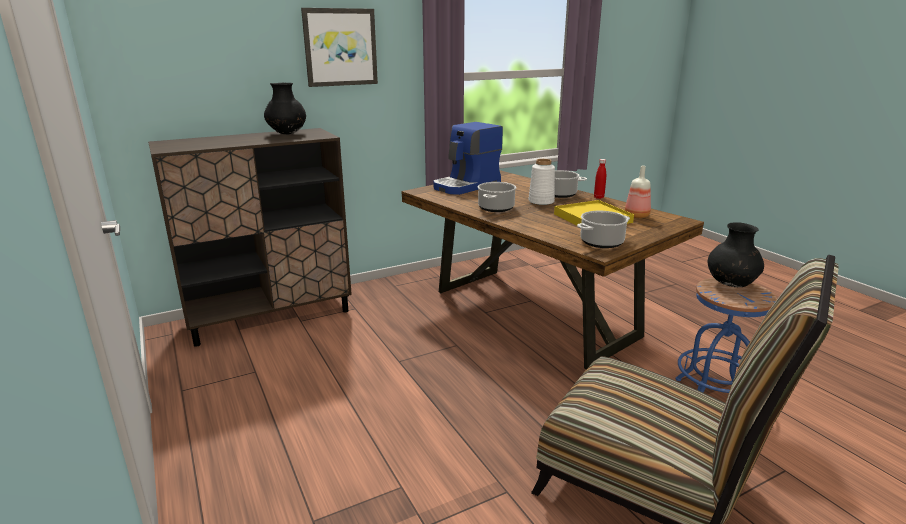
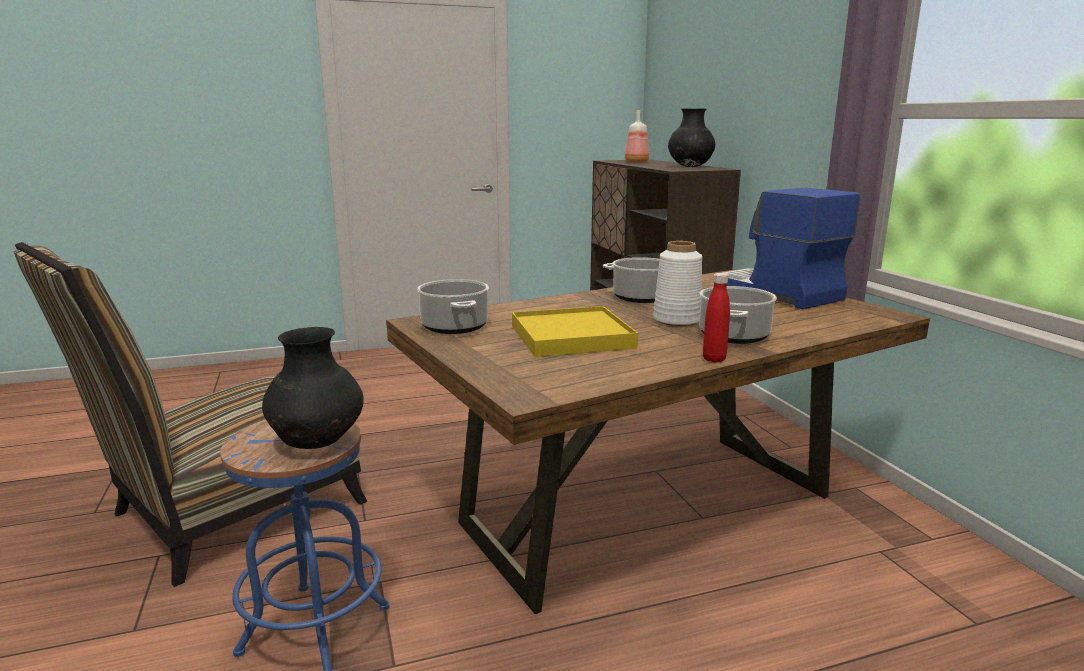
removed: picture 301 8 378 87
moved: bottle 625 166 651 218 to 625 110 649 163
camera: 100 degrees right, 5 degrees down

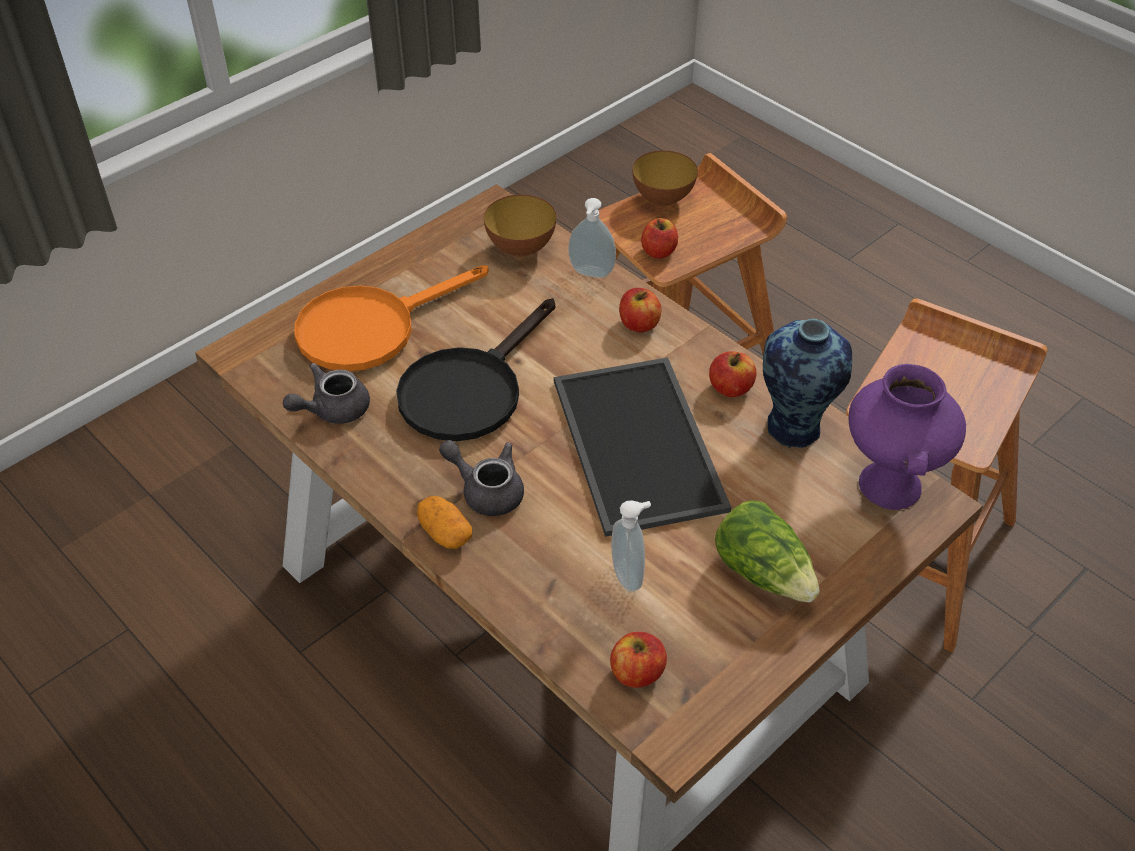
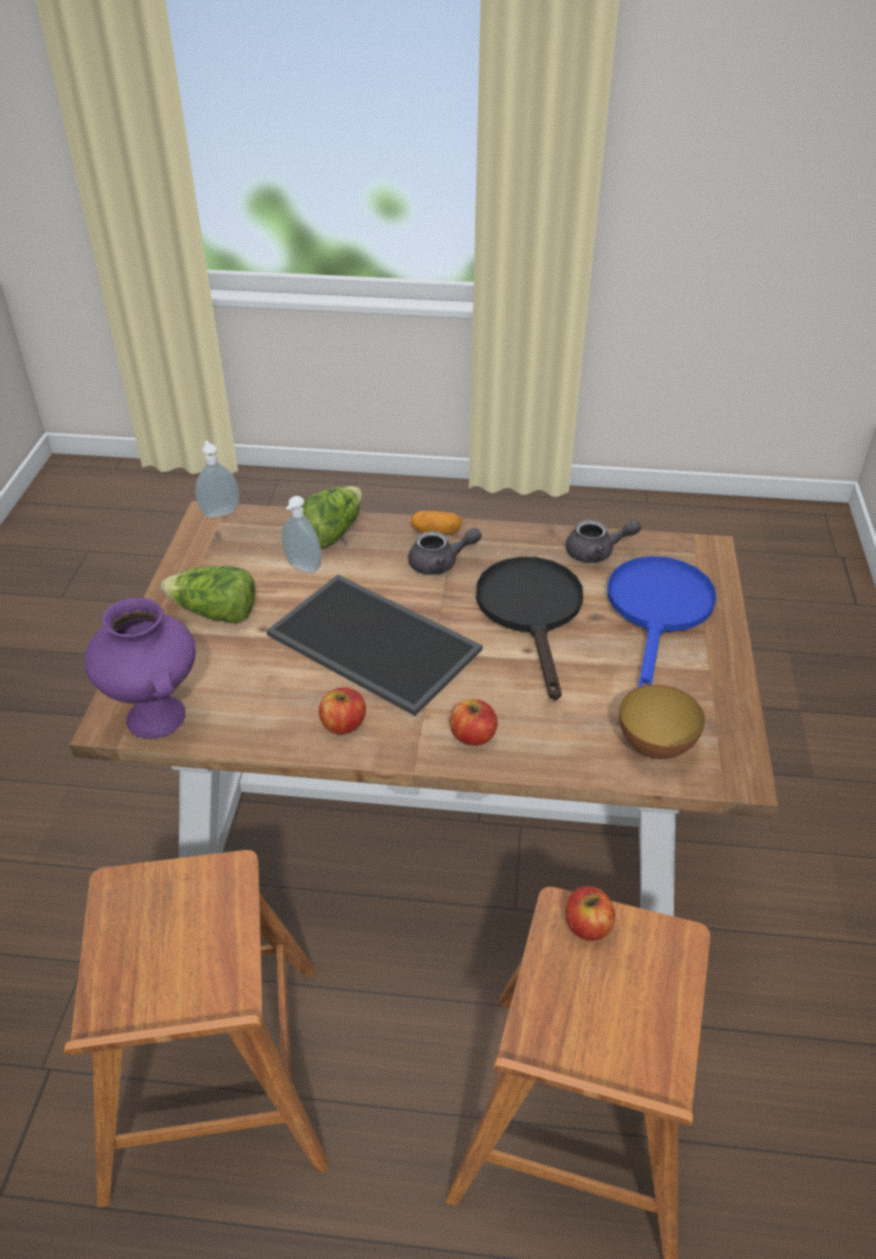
removed: apple 610 632 667 688; bowl 632 151 698 206; vase 763 319 852 448
added: lettuce 291 486 362 548
moved: soap dispenser 568 198 616 278 to 195 441 239 518
recoloured: orange frying pan 295 265 489 371 to blue frying pan 607 556 717 688
turned: grey teapot 283 363 370 424 = 566 520 641 563 75 degrees clockwise
camera: 140 degrees right, 5 degrees down

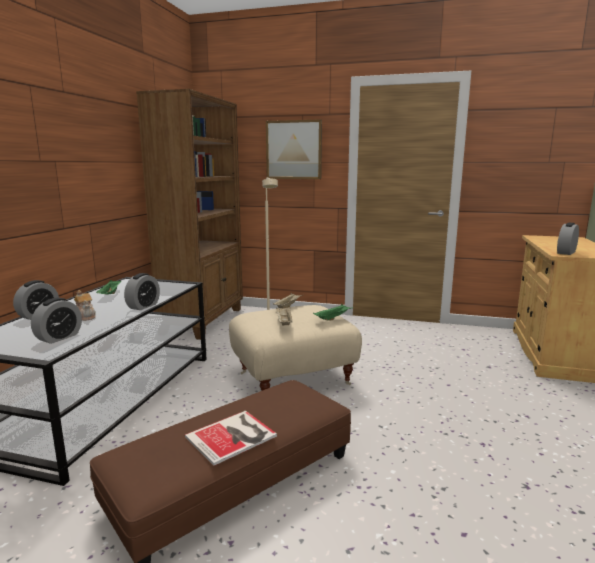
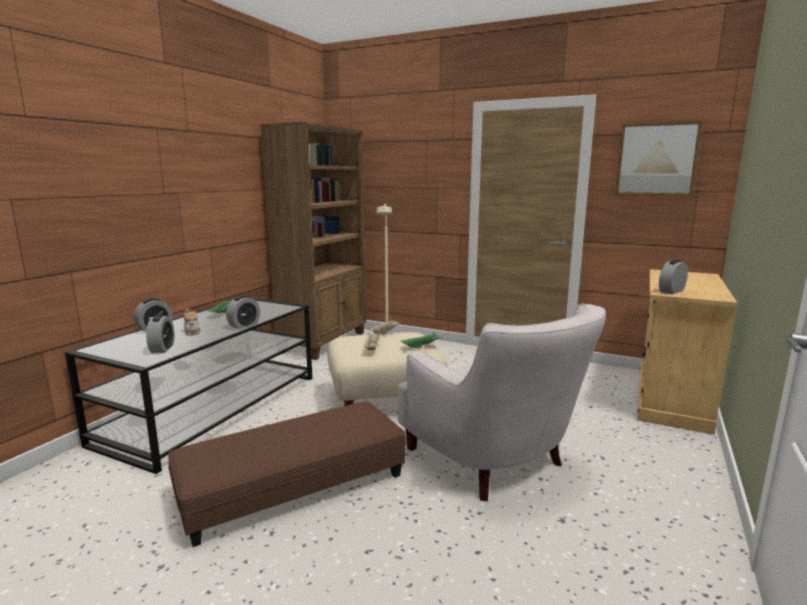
removed: book 185 411 277 466
added: white armchair 398 303 606 501
moved: picture 266 119 322 179 to 615 121 702 196
turned: alarm clock 31 298 82 344 = 146 315 175 353 45 degrees counterclockwise
camera: 10 degrees right, 0 degrees up

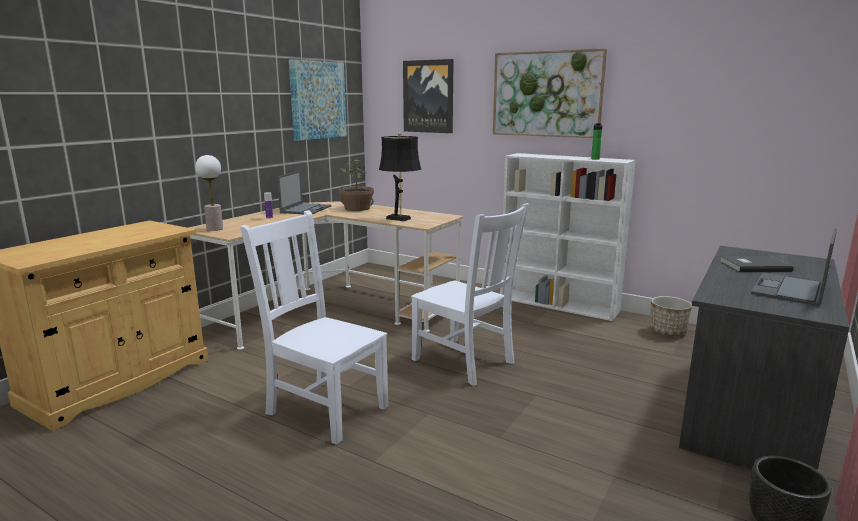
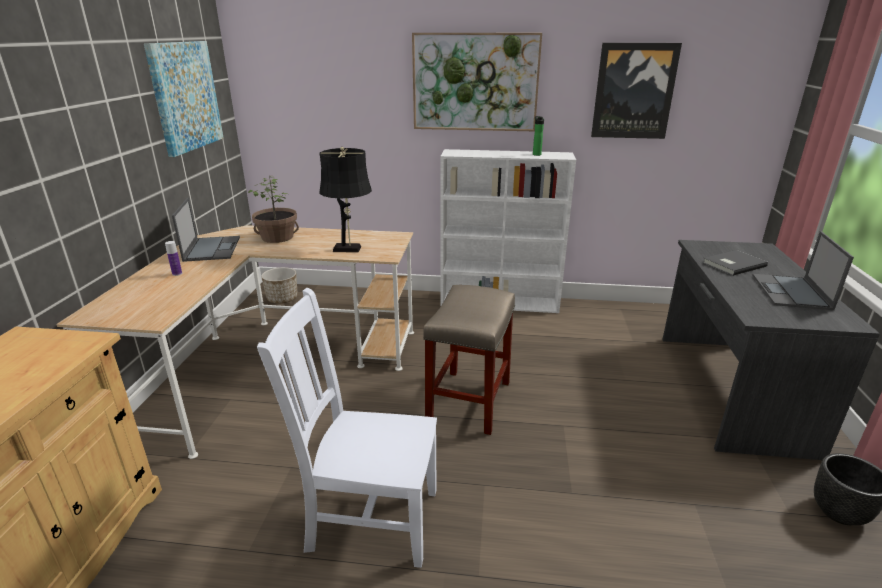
removed: table lamp 195 155 223 231
moved: picture 403 59 454 133 to 591 43 682 139; planter 650 296 692 336 to 261 267 298 304
replaced: white chair 411 203 529 386 to beige stool 423 285 515 435
camera: 25 degrees left, 10 degrees up

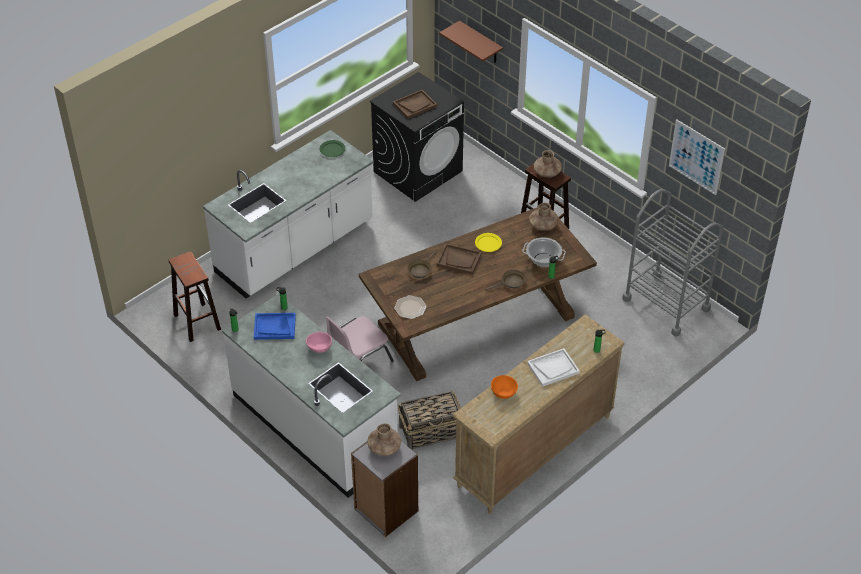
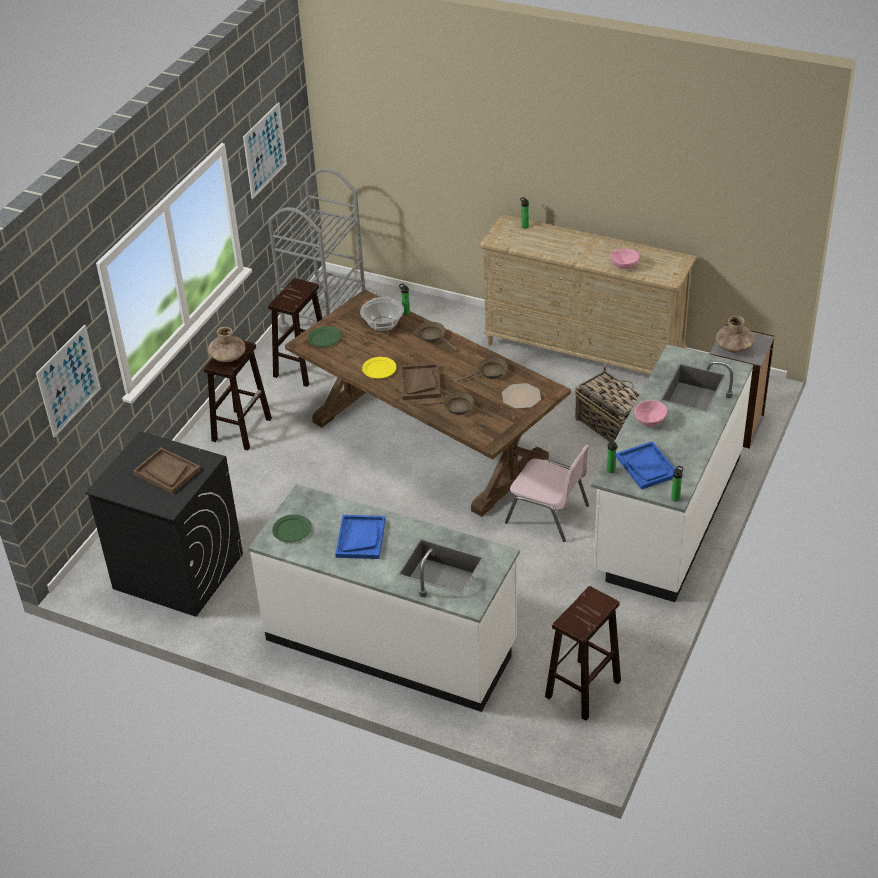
removed: white tray 527 348 580 387
added: brown stool 268 278 323 387; blue tray 335 515 385 559; brown frying pan 457 357 508 382
replaced: brown shelf 439 21 503 63 to picture 36 325 101 438; brown vase 529 202 558 231 to green plate 308 326 341 347
recoloured: orange bowl 491 375 518 399 to pink bowl 610 249 640 269
camera: 110 degrees left, 5 degrees down

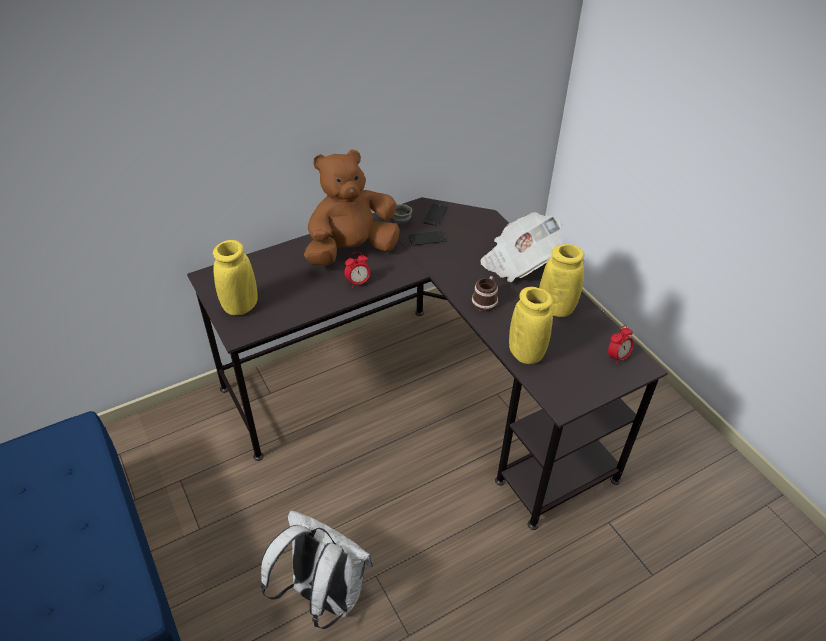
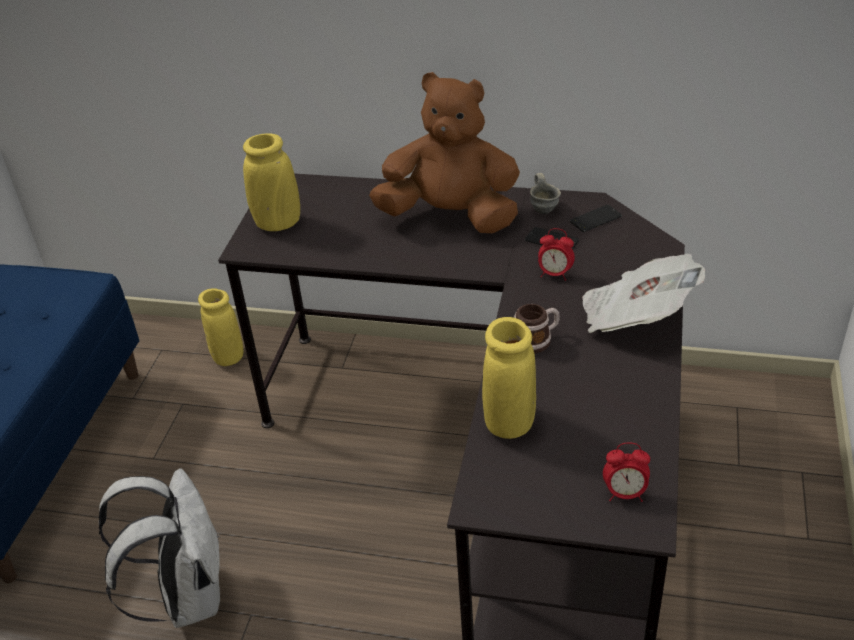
moved: alarm clock 344 252 370 288 to 538 228 575 281; yellow vase 539 244 584 317 to 198 288 243 366
camera: 45 degrees right, 5 degrees down

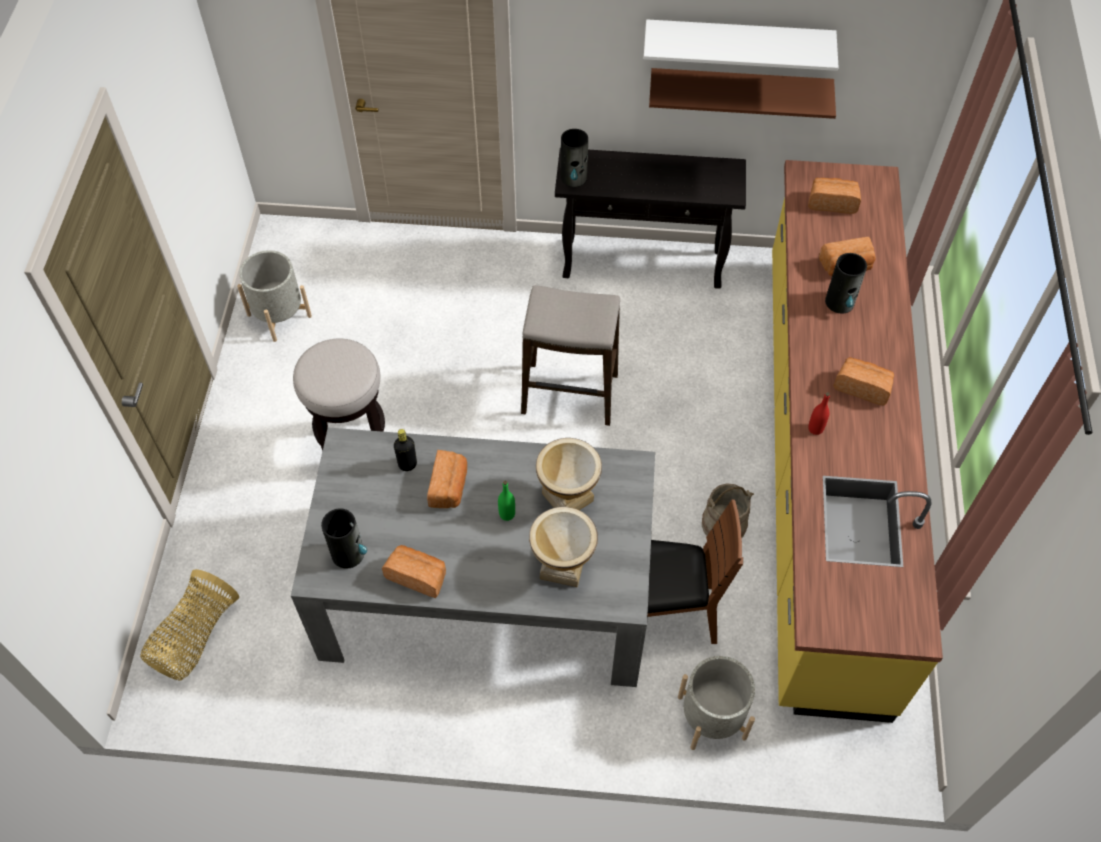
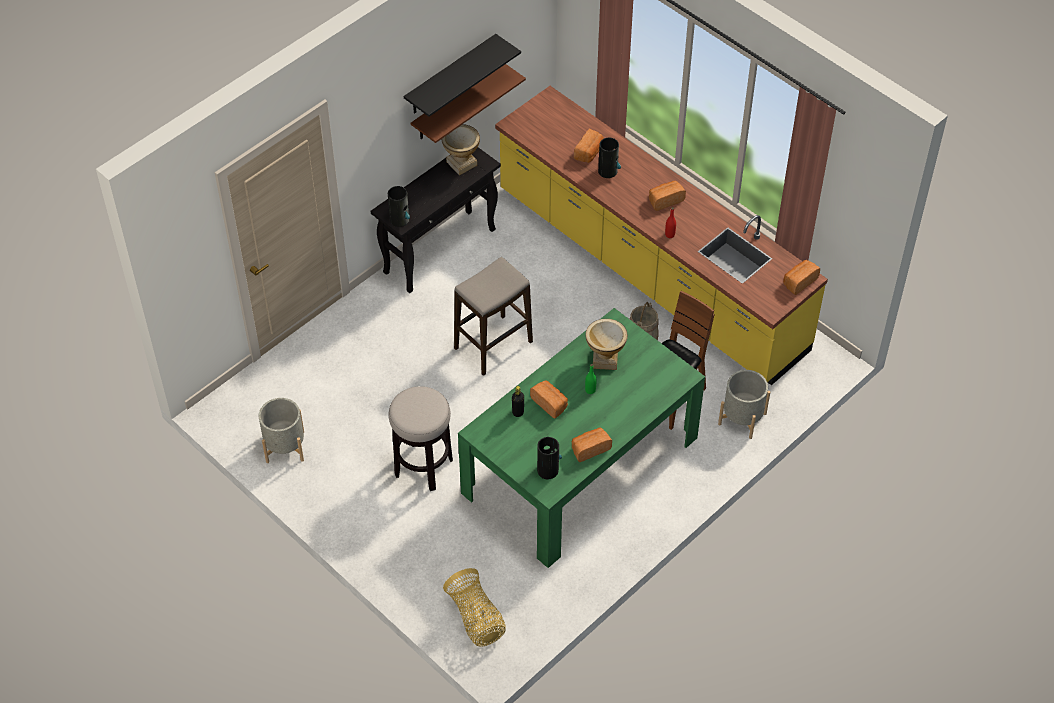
moved: vase 529 507 598 587 to 442 124 480 175; bread 808 178 861 214 to 783 260 820 295
recoloured: grey dining table 291 428 655 687 to green dining table 458 308 705 568; white shelf 643 19 839 71 to black shelf 404 34 521 117
camera: 50 degrees left, 5 degrees down

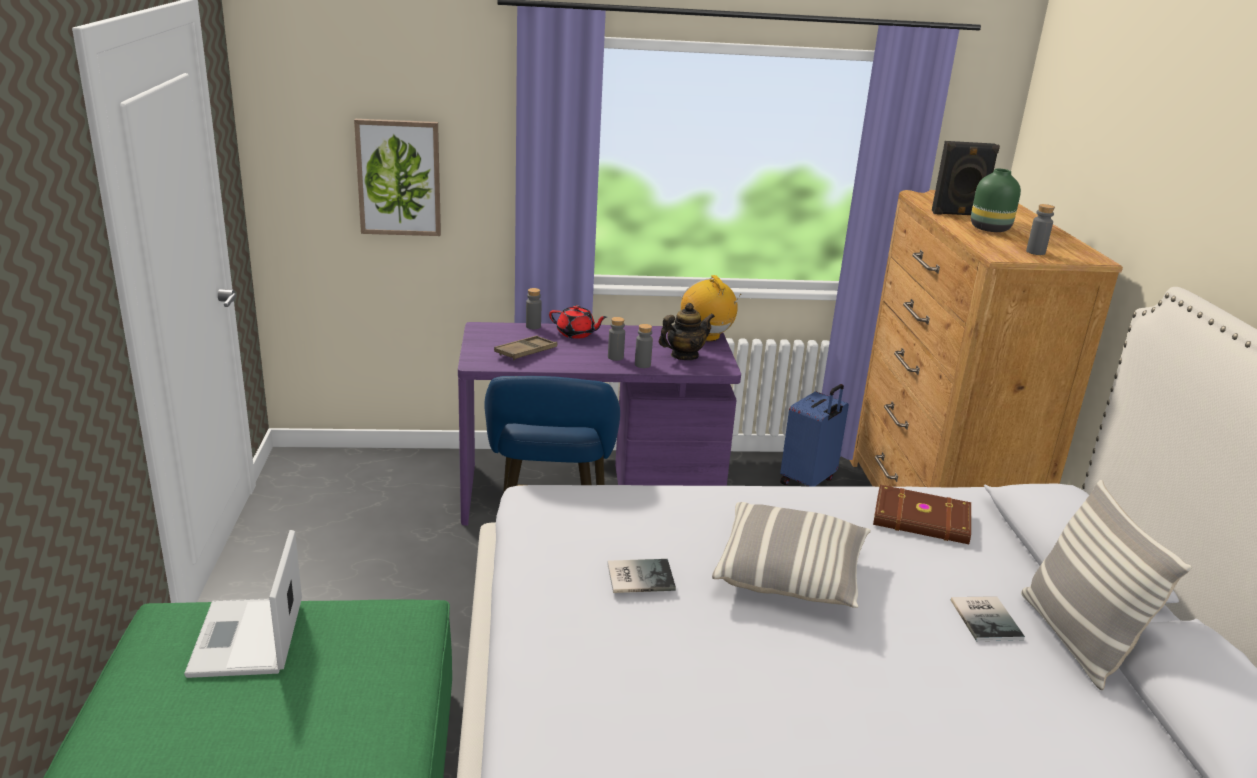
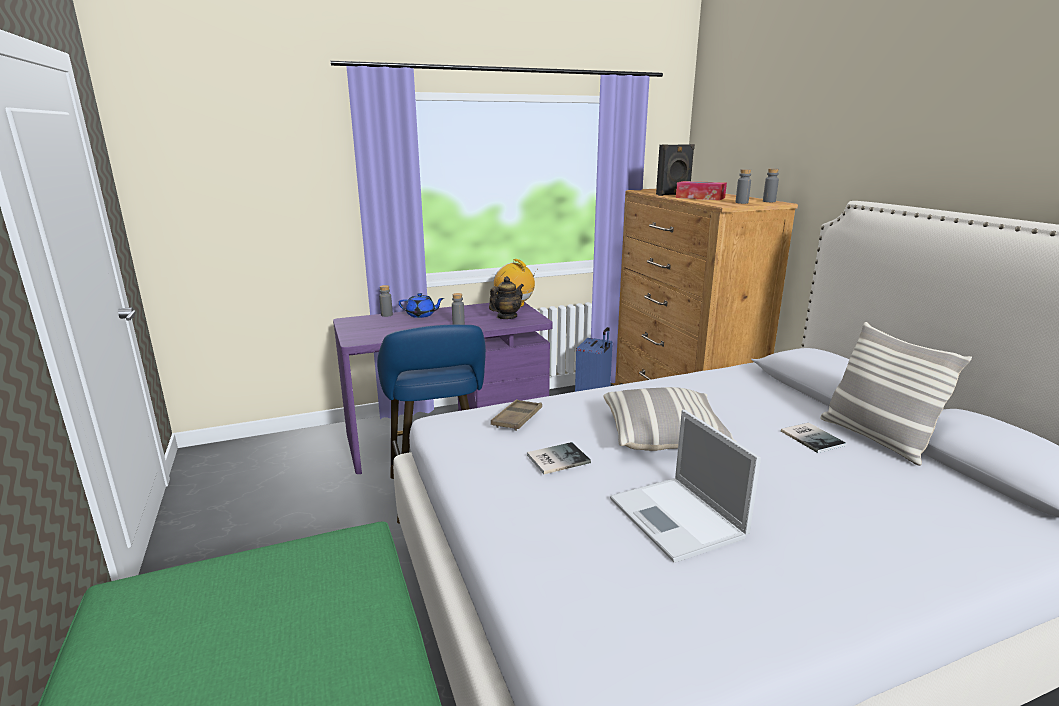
removed: picture 354 119 441 236; brown book 873 485 971 544
moved: laptop 184 530 302 678 to 610 410 761 563; brown tray 494 335 557 360 to 491 399 542 431; grey bottle 635 324 653 368 to 763 168 779 202
replaced: green vase 971 169 1021 232 to tissue box 676 181 727 200
recoloured: red teapot 549 305 607 339 to blue teapot 398 293 444 318
camera: 15 degrees left, 5 degrees down

